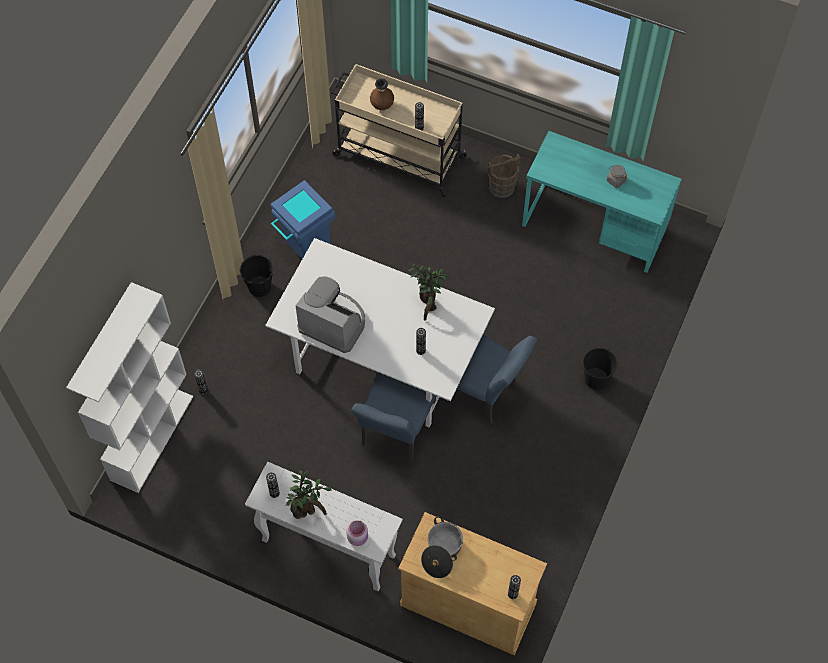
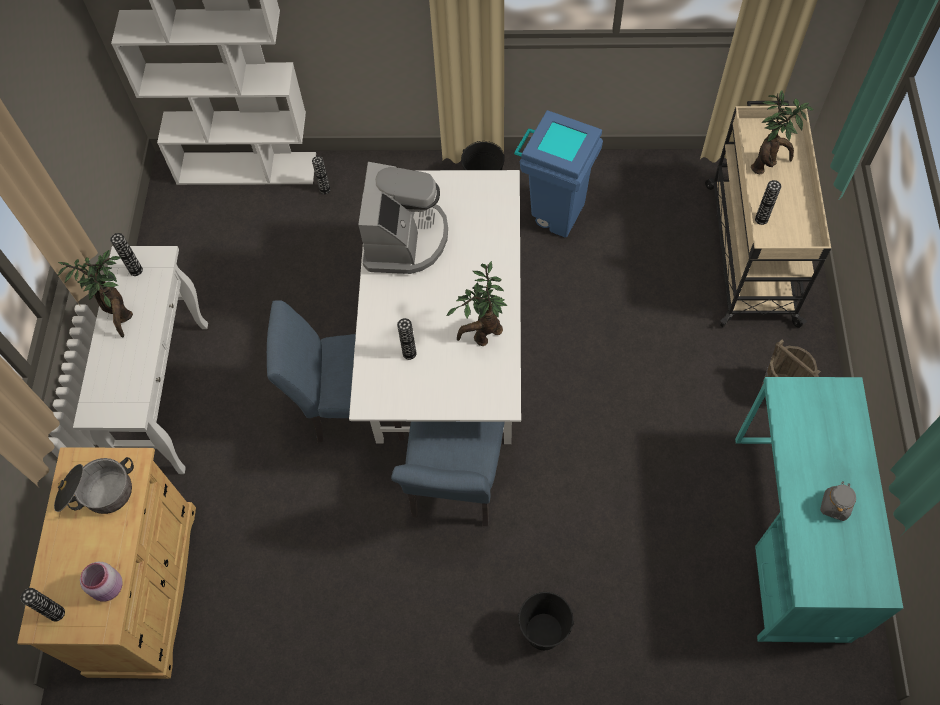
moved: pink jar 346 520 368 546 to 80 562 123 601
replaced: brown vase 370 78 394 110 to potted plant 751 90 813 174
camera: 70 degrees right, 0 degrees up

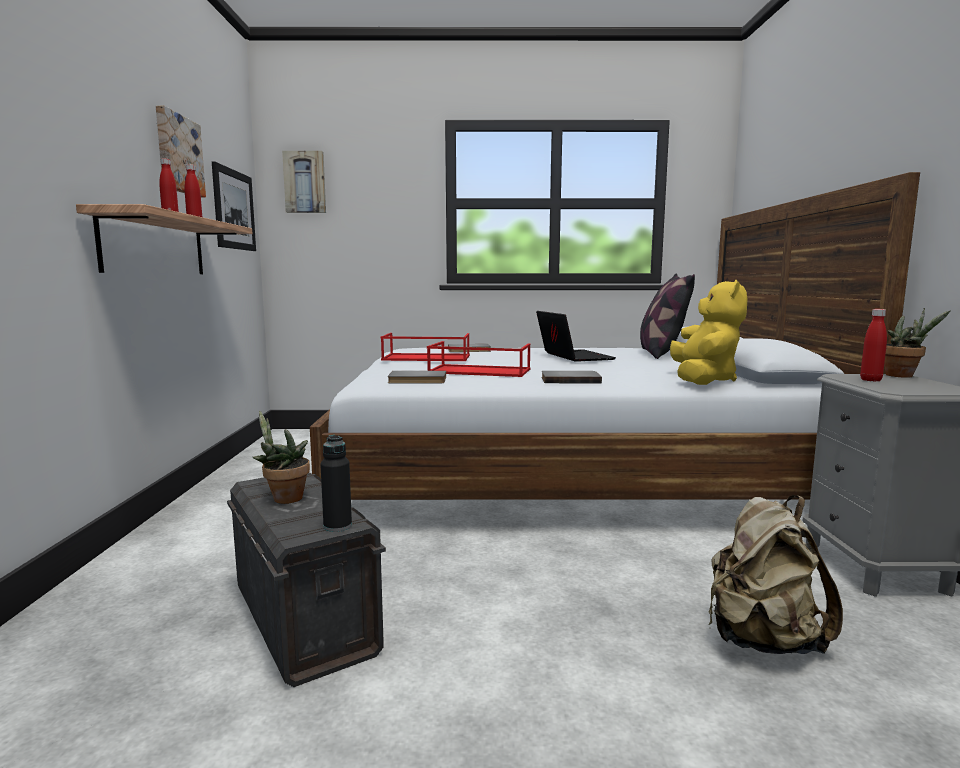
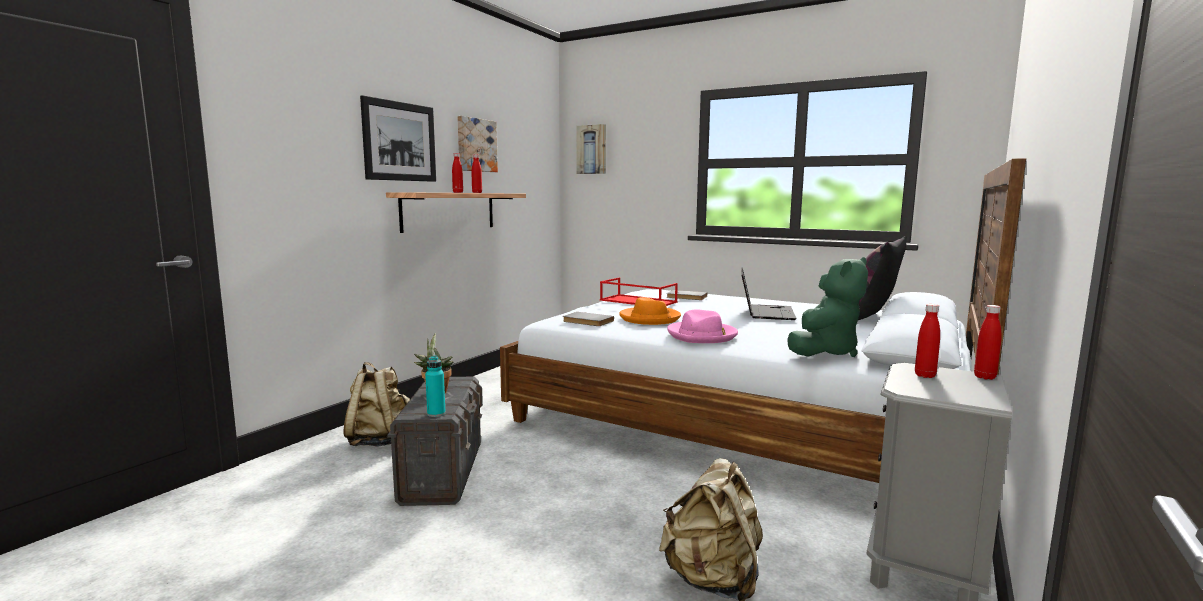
added: beige backpack 344 362 410 446
moved: picture 212 161 256 251 to 360 95 436 182
replaced: red tray 427 341 530 377 to orange hat 619 297 681 325; grey book 542 371 602 383 to pink hat 667 309 738 343; potted plant 884 308 951 378 to red bottle 974 305 1002 380
recoloured: black bottle 320 435 352 532 to turquoise bottle 425 356 446 417; yellow plush toy 670 280 747 385 to green plush toy 787 257 868 357
camera: 30 degrees right, 0 degrees up

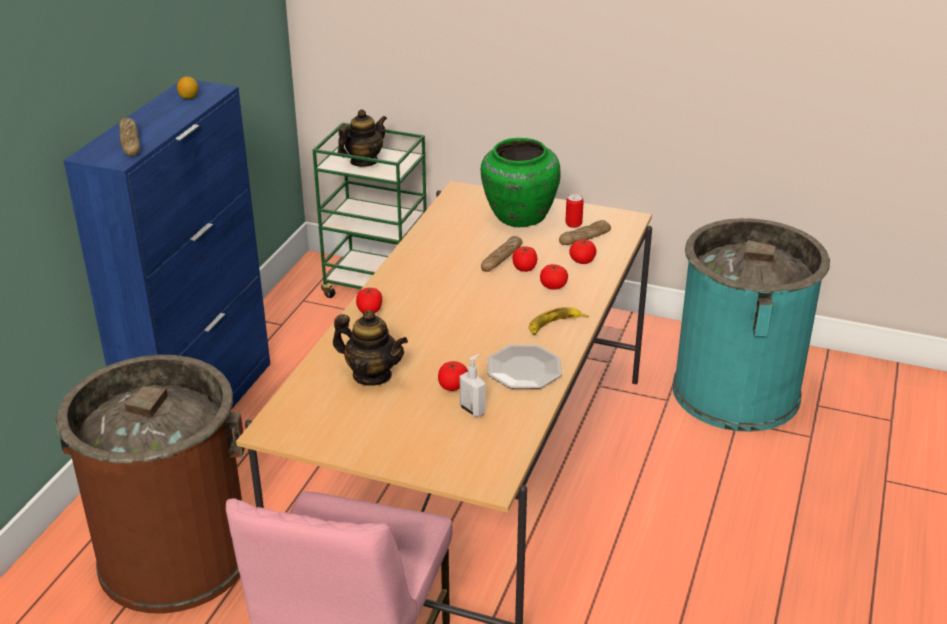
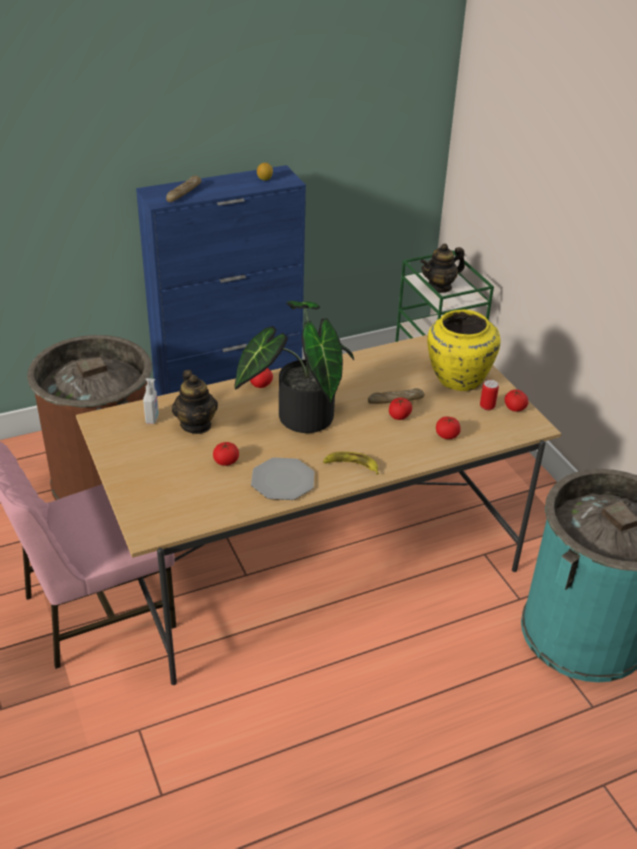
removed: bread 559 220 611 245
added: potted plant 234 301 354 433
moved: soap dispenser 460 354 485 417 to 143 378 159 424; tomato 540 264 568 290 to 505 390 528 412
recoloured: green vase 481 138 561 227 to yellow vase 427 310 501 391
turned: teapot 338 109 387 167 = 420 244 465 293 150 degrees clockwise
camera: 45 degrees right, 5 degrees up

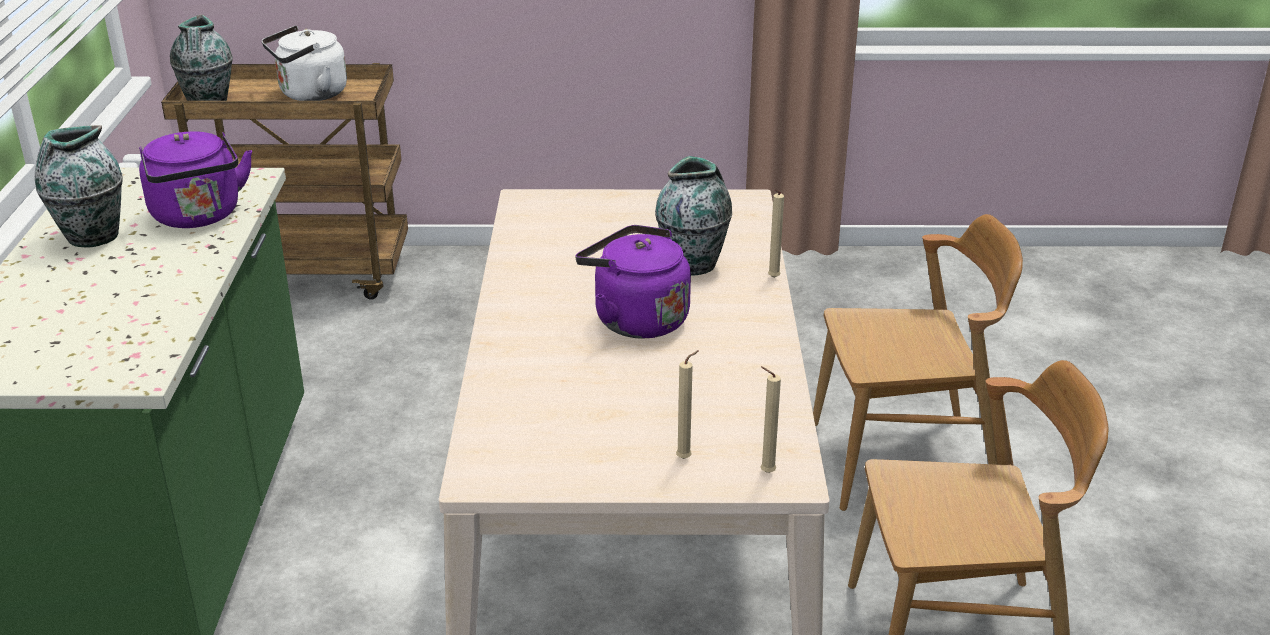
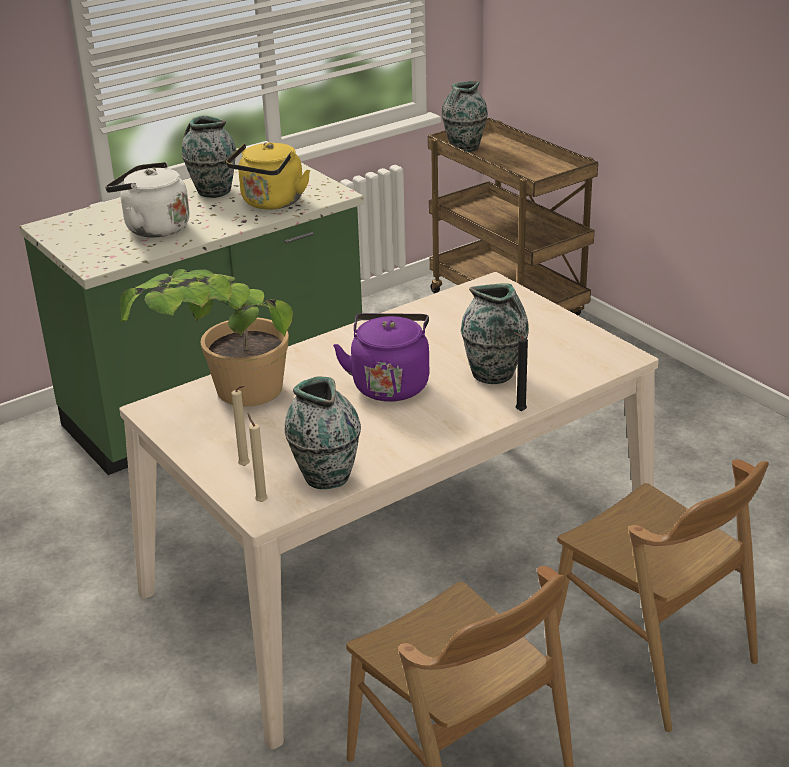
added: potted plant 120 269 293 406; vase 284 377 361 489
moved: white kettle 262 26 347 101 to 105 162 190 238
recoloured: purple kettle 139 131 252 228 to yellow kettle 226 142 310 210; beige candle 768 190 784 278 to black candle 513 332 528 411
camera: 55 degrees right, 0 degrees up

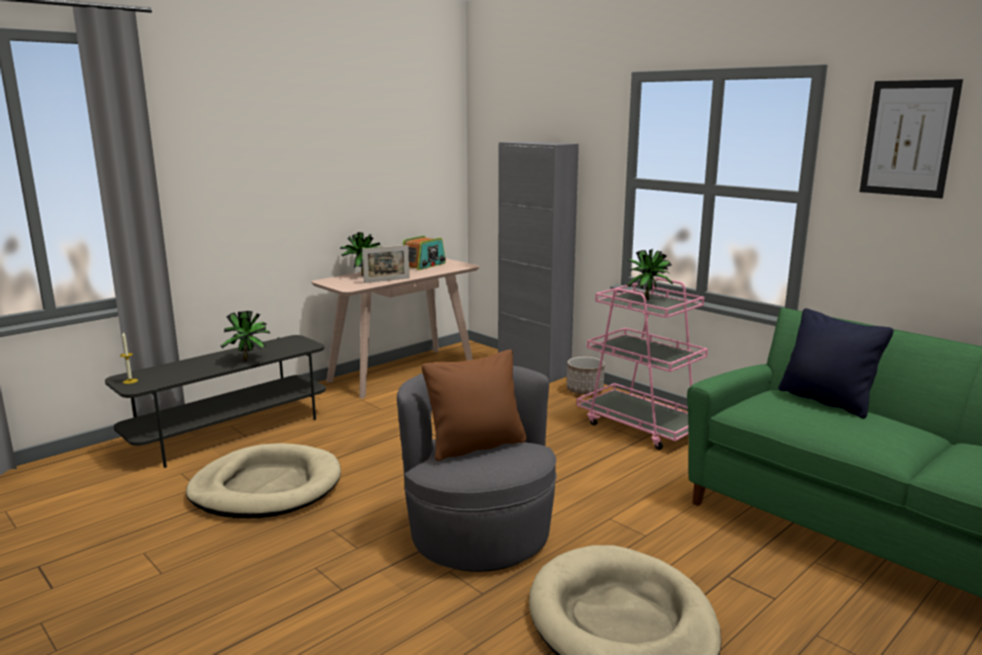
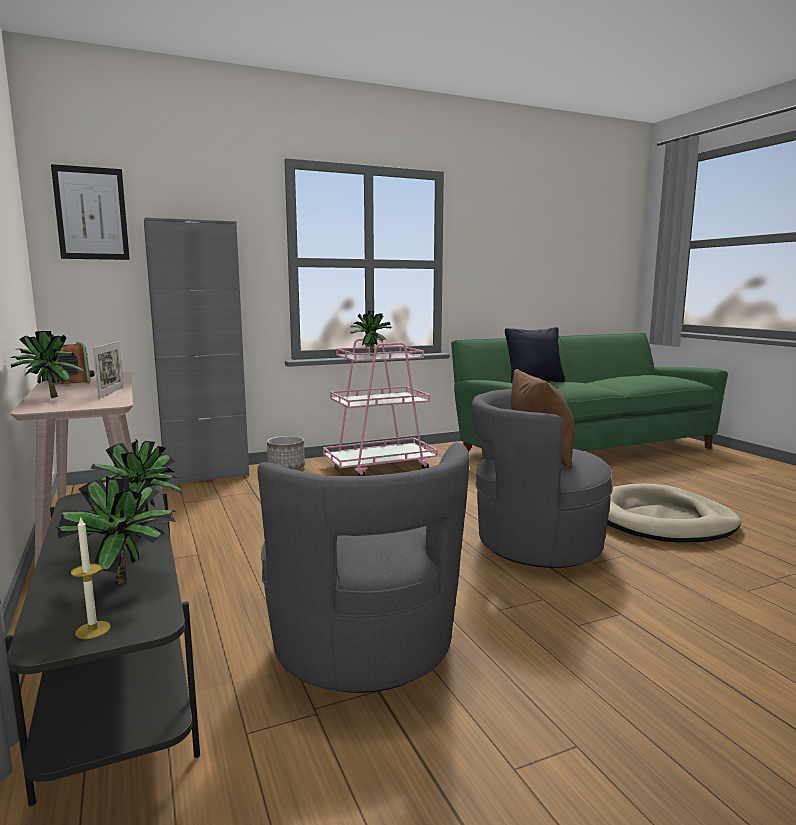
added: potted plant 55 475 177 585
moved: picture 860 79 963 198 to 51 164 130 260
replaced: beige dog bed 186 443 341 518 to grey armchair 257 443 470 693
camera: 70 degrees left, 5 degrees down

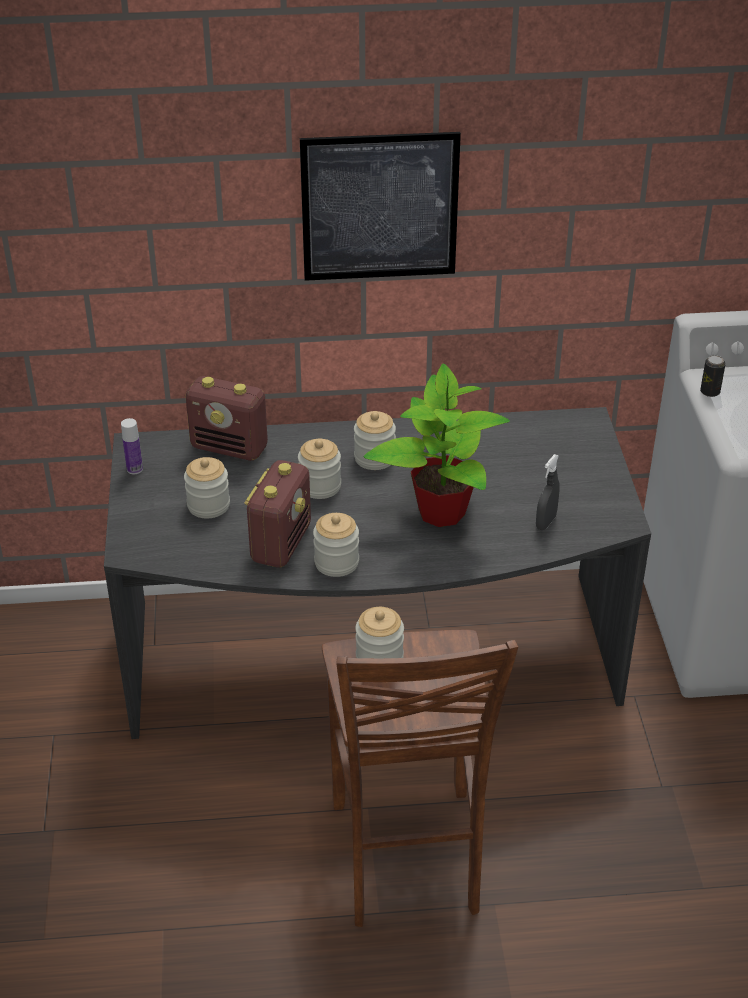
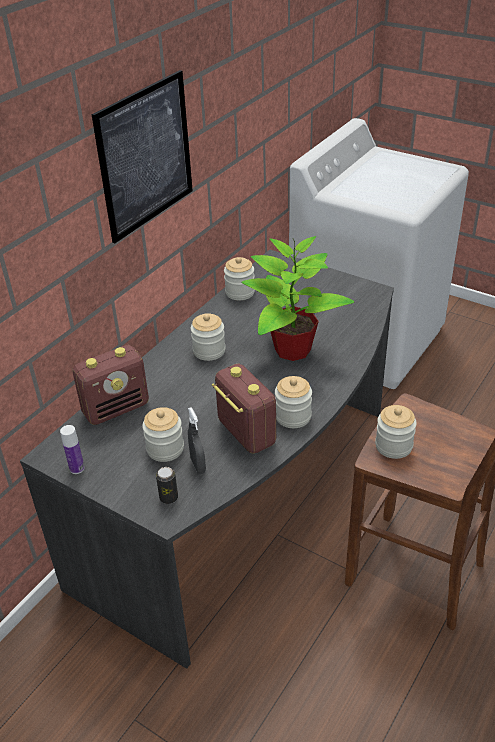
moved: jar 298 439 341 499 to 224 257 255 300; grey spray bottle 536 454 559 530 to 188 407 206 474; can 700 355 726 397 to 156 467 178 504
camera: 50 degrees left, 0 degrees up

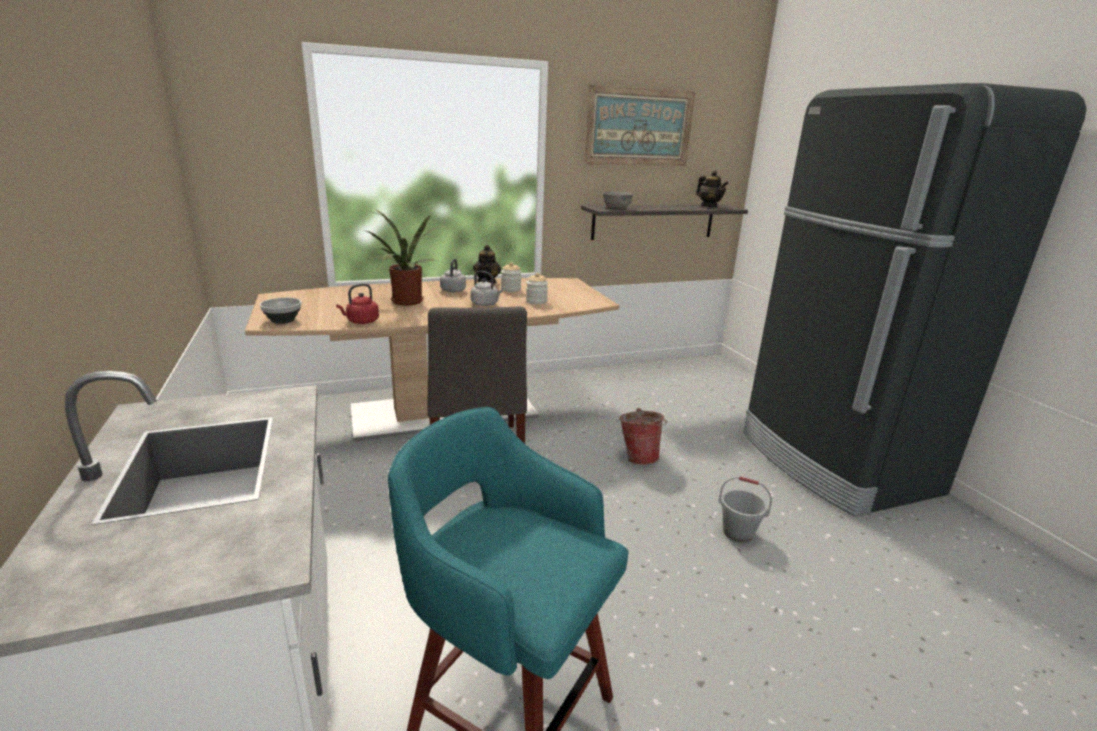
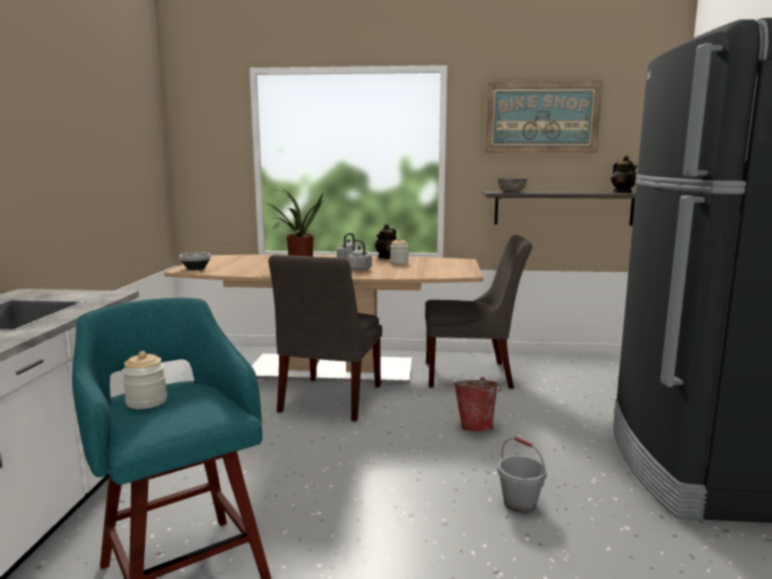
removed: red kettle 336 284 379 324
added: grey chair 425 235 532 389
moved: jar 526 273 548 304 to 122 351 167 409
camera: 25 degrees right, 10 degrees down

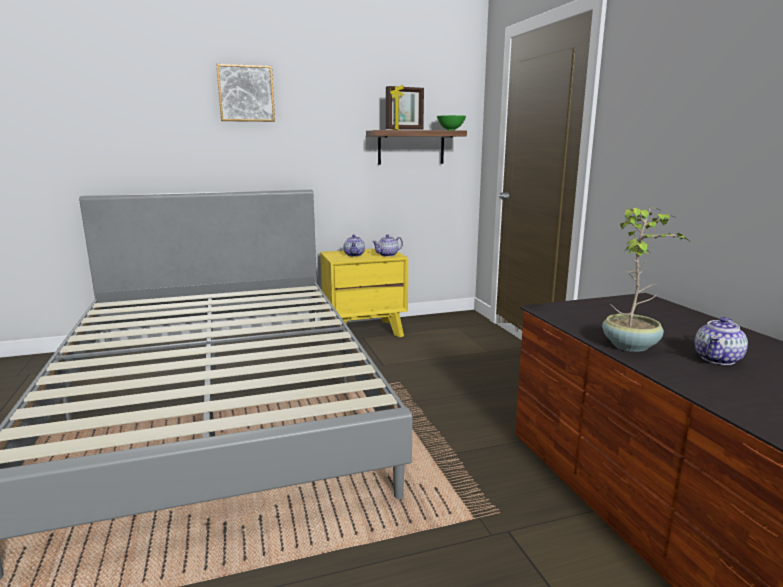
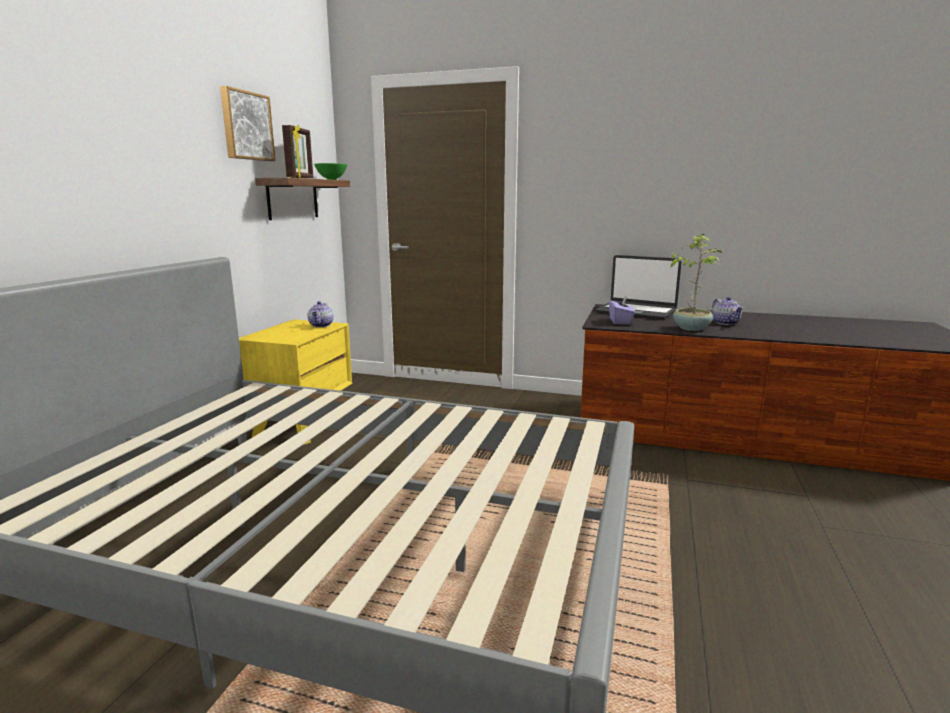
removed: teapot 344 234 365 257
added: laptop 595 255 681 320; purple tissue box 609 295 635 325
moved: picture 216 64 275 122 to 220 86 275 161
camera: 55 degrees left, 0 degrees up

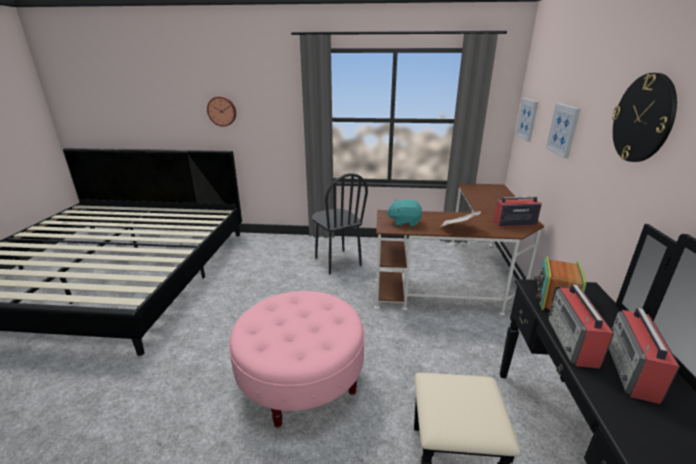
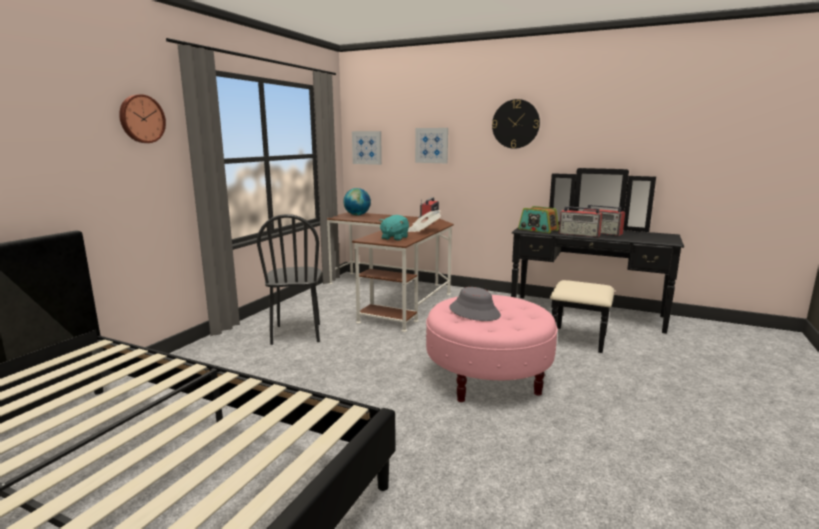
added: globe 343 188 371 215; grey hat 449 287 501 321
moved: wall clock 207 96 236 127 to 119 94 166 143
turned: black chair 312 173 368 274 = 257 214 322 345 90 degrees clockwise
camera: 70 degrees left, 10 degrees down

